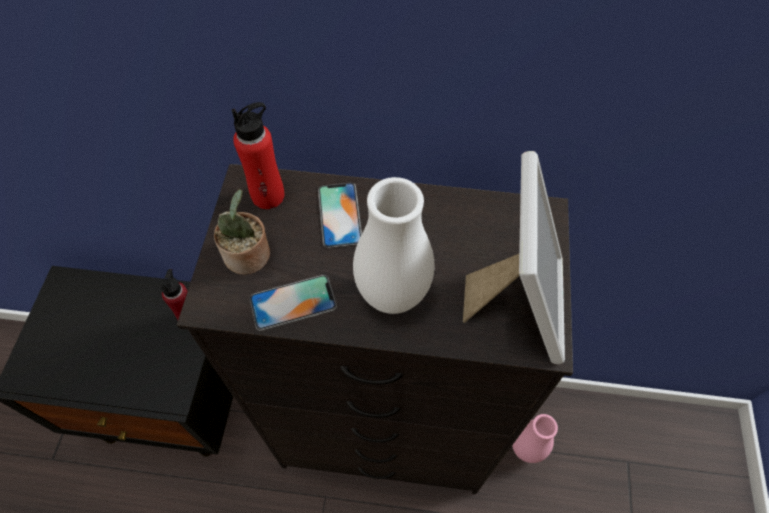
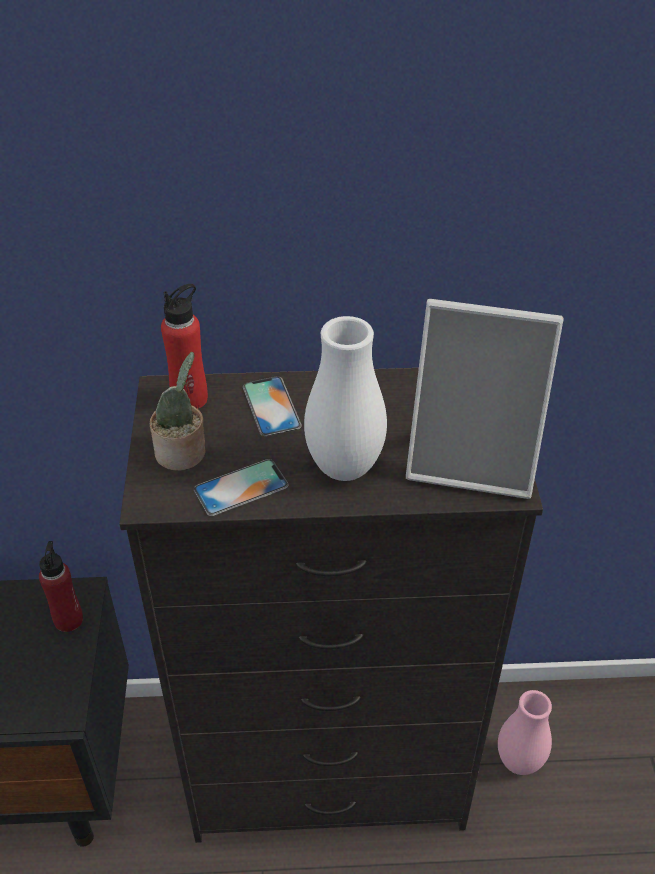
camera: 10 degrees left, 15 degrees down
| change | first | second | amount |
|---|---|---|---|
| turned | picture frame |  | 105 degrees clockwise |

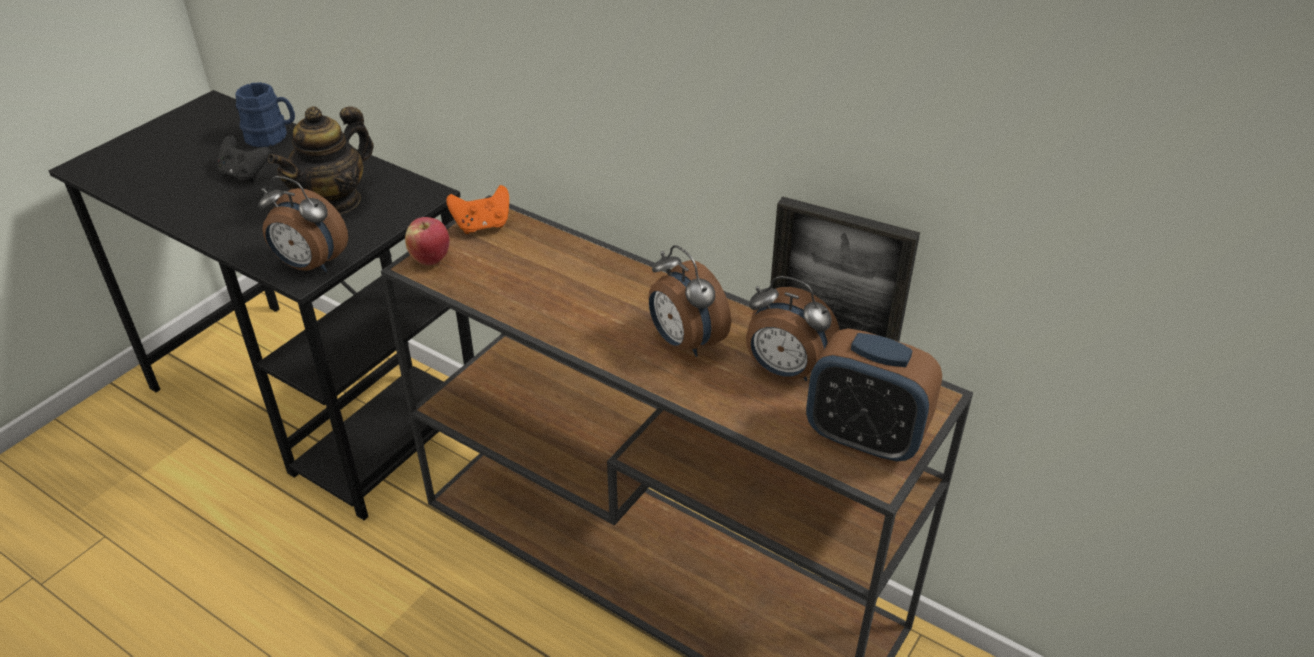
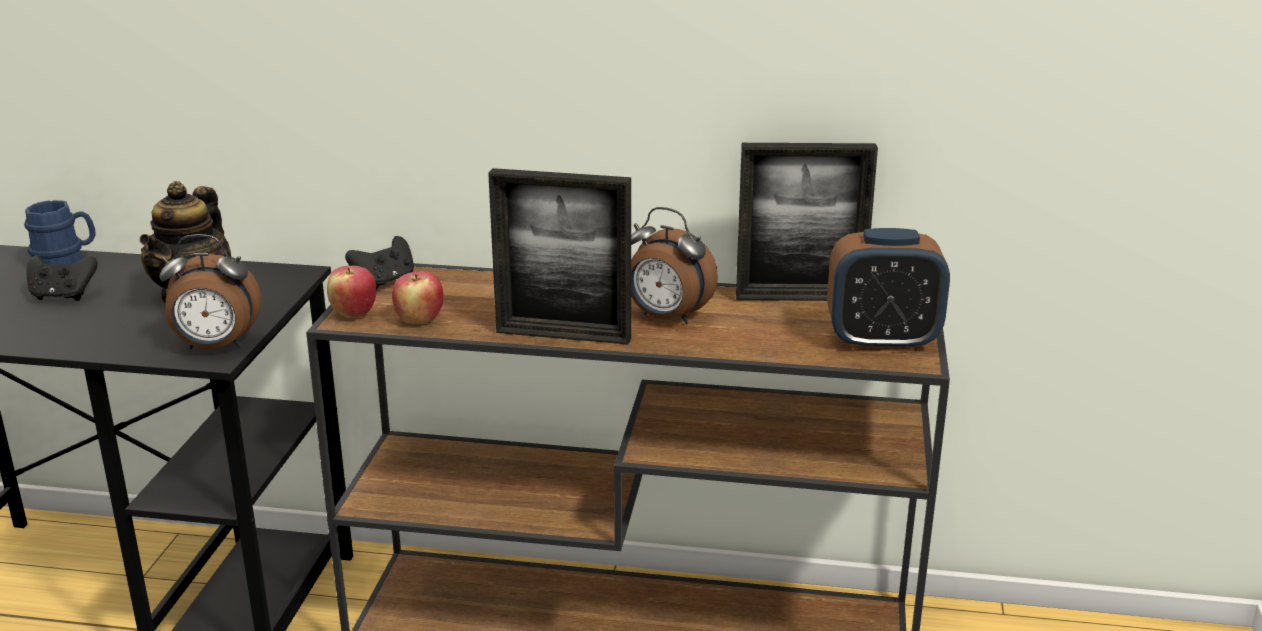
camera: 25 degrees left, 15 degrees down
| change | first | second | amount |
|---|---|---|---|
| recoloured | game controller (orange) | game controller (black) (2nd from left) |  |
| removed | alarm clock (3rd from left) |  |  |
| added |  | picture frame (1st from left) |  |
| added |  | apple (2nd from left) |  |

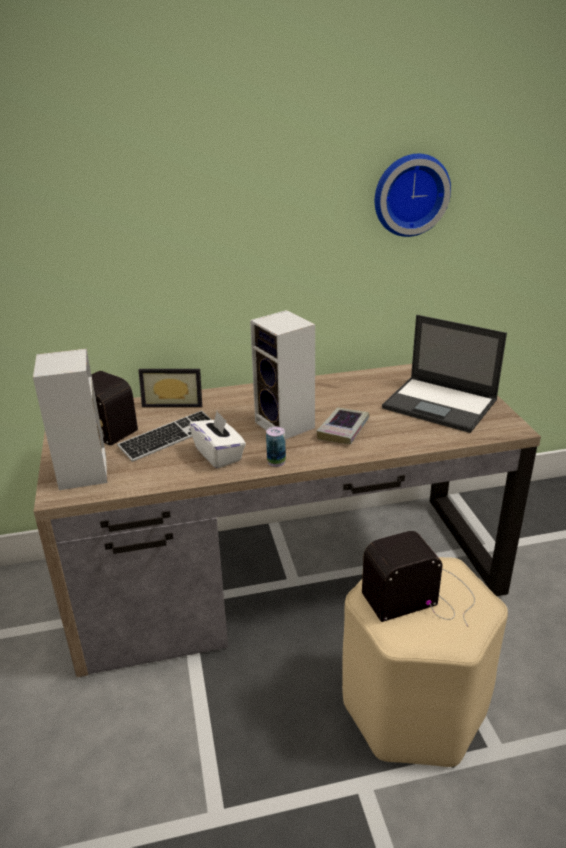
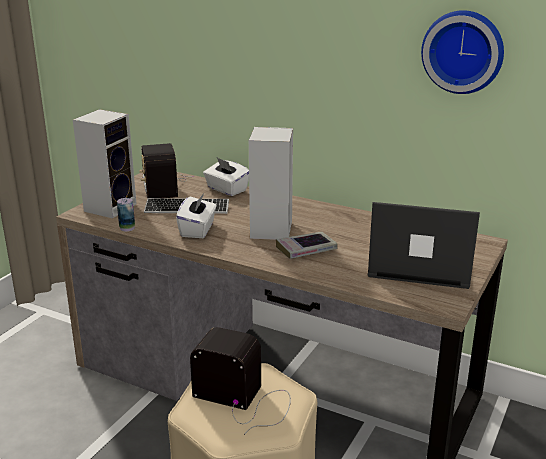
camera: 40 degrees right, 5 degrees down
| change | first | second | amount |
|---|---|---|---|
| turned | laptop |  | 120 degrees clockwise |
| replaced | picture frame | tissue box (white) (2nd from left) |  |
| moved | can |  |  |

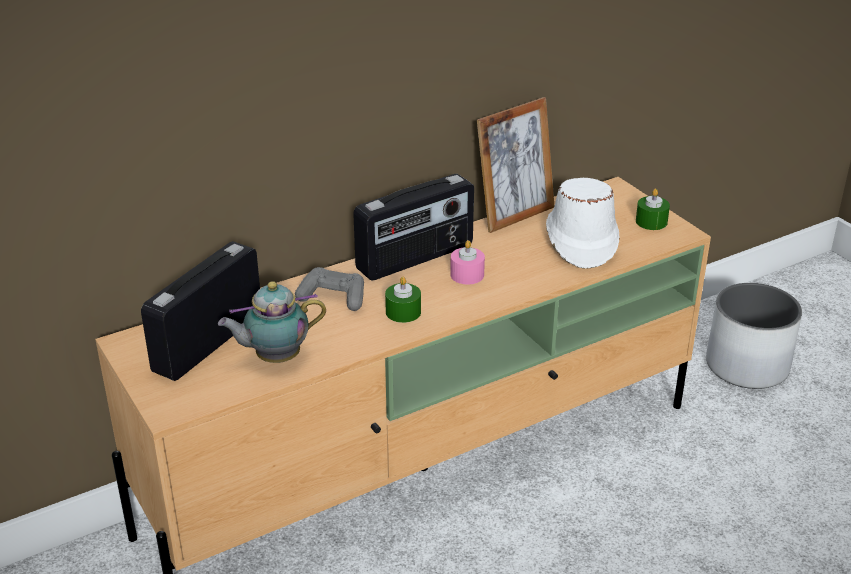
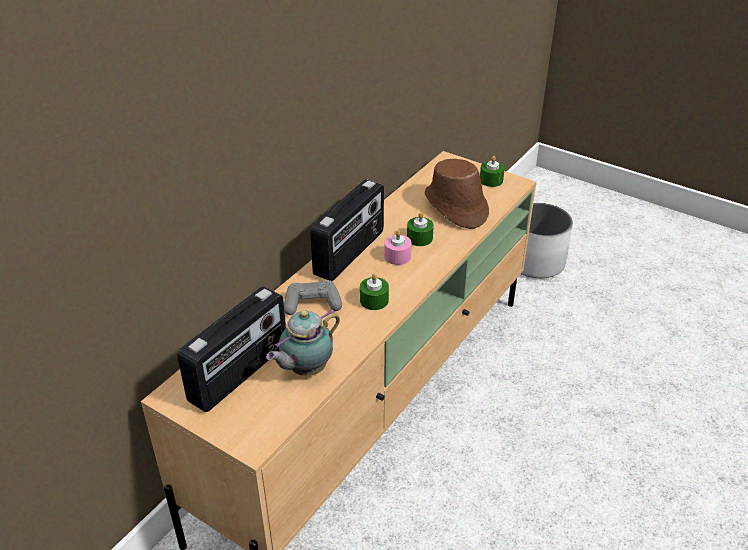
camera: 25 degrees left, 5 degrees up
| change | first | second | amount |
|---|---|---|---|
| removed | picture frame |  |  |
| recoloured | hat (white) | hat (brown) |  |
| turned | radio (1st from left) |  | 150 degrees counterclockwise |
| added |  | candle (green) (2nd from left) |  |

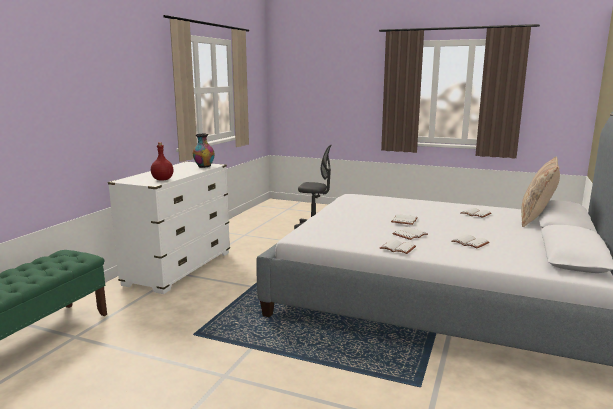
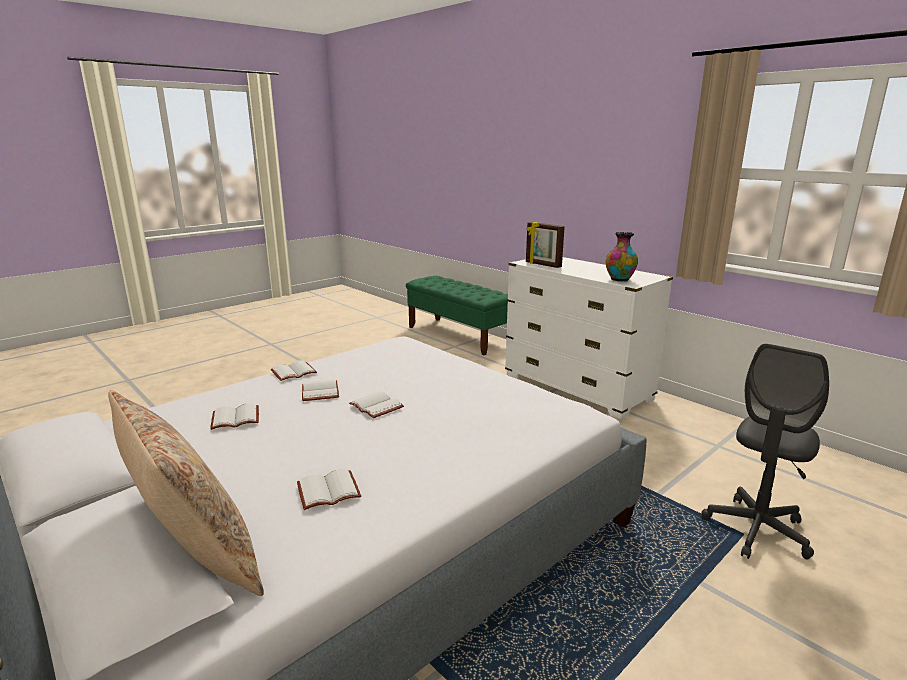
camera: 115 degrees right, 5 degrees up
| change | first | second | amount |
|---|---|---|---|
| replaced | bottle (red) | picture frame |  |

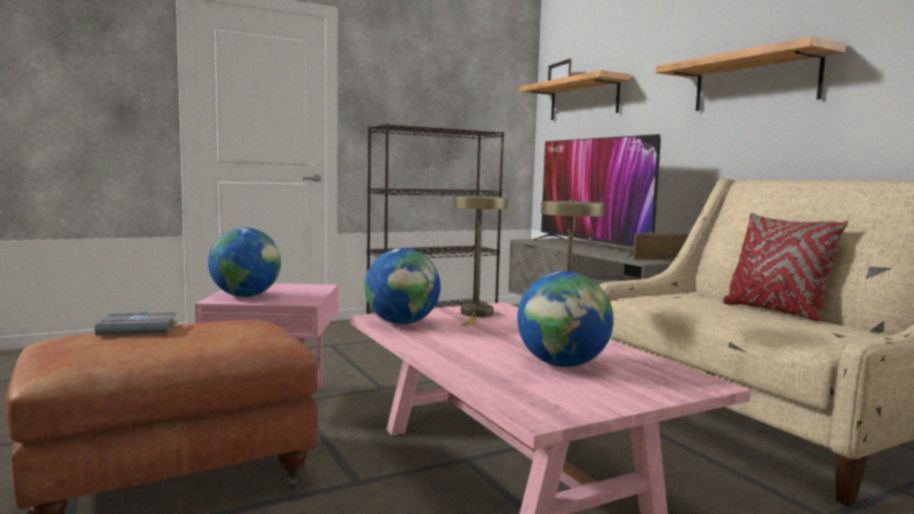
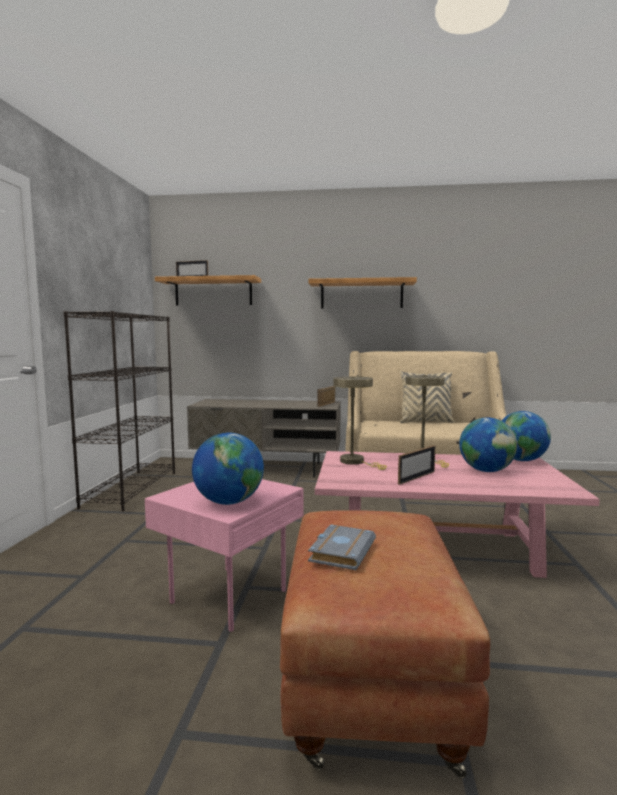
camera: 55 degrees left, 0 degrees up
| change | first | second | amount |
|---|---|---|---|
| removed | television |  |  |
| recoloured | pillow (red) | pillow (beige) |  |
| moved | globe (2nd from left in the first image) | globe (3rd from left) |  |
| added |  | picture frame (3rd from left) |  |

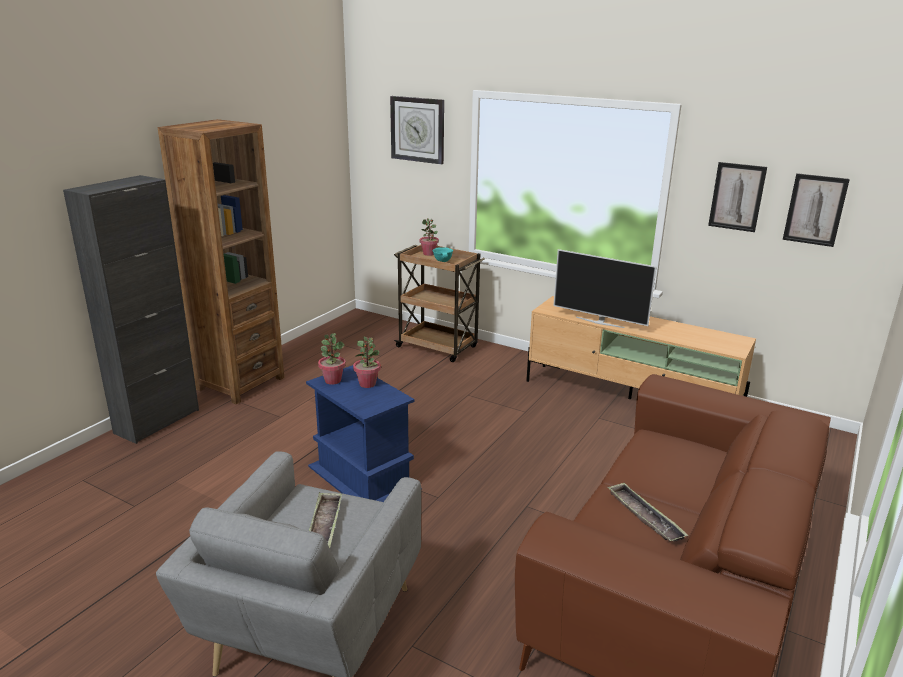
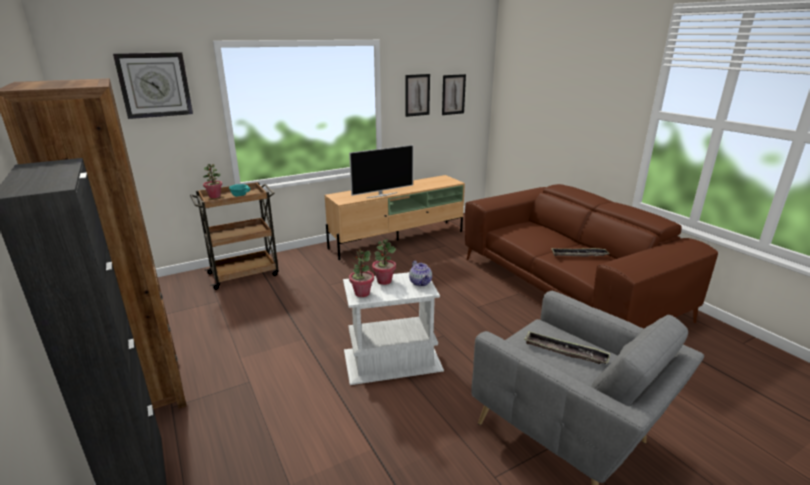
camera: 60 degrees left, 0 degrees up
| change | first | second | amount |
|---|---|---|---|
| recoloured | side table (blue) | side table (white) |  |
| added |  | teapot |  |

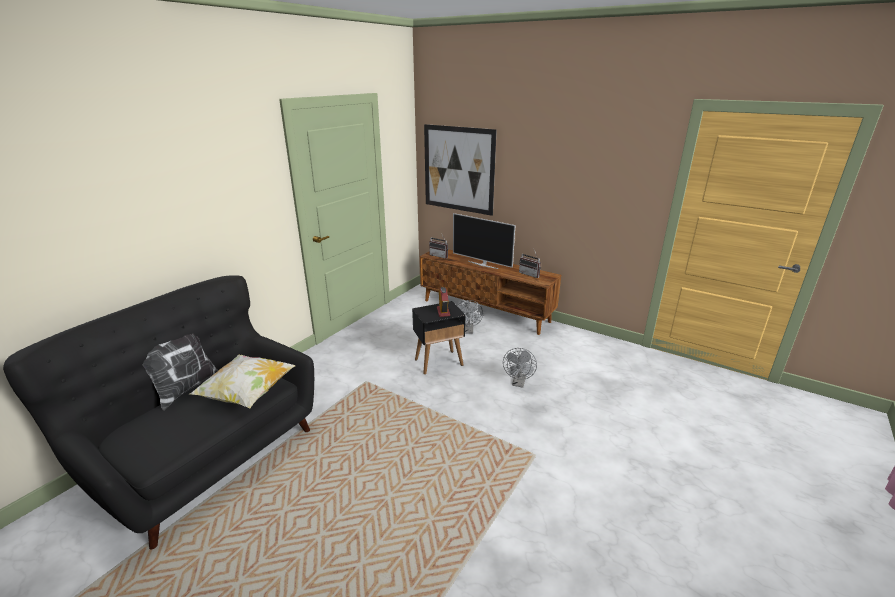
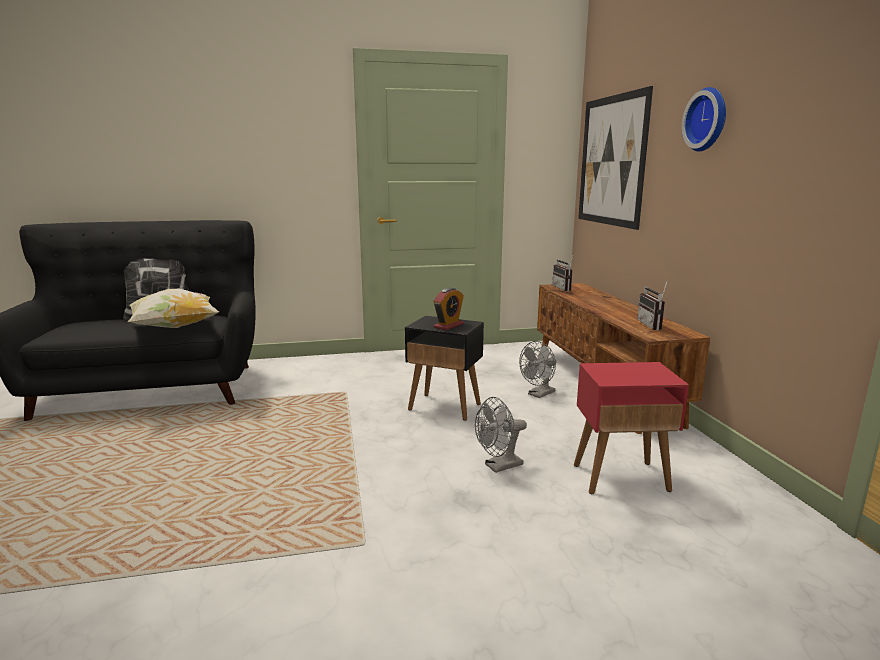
camera: 45 degrees right, 10 degrees down
| change | first | second | amount |
|---|---|---|---|
| removed | television |  |  |
| added |  | wall clock |  |
| added |  | side table (red) |  |

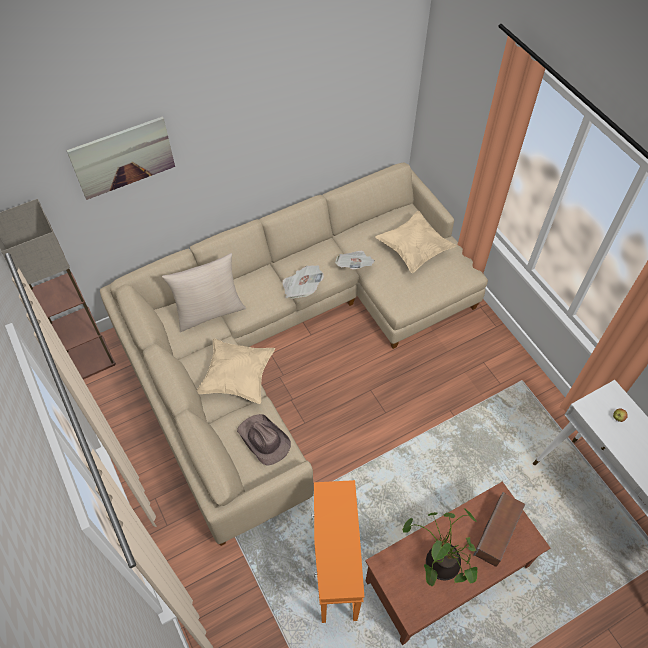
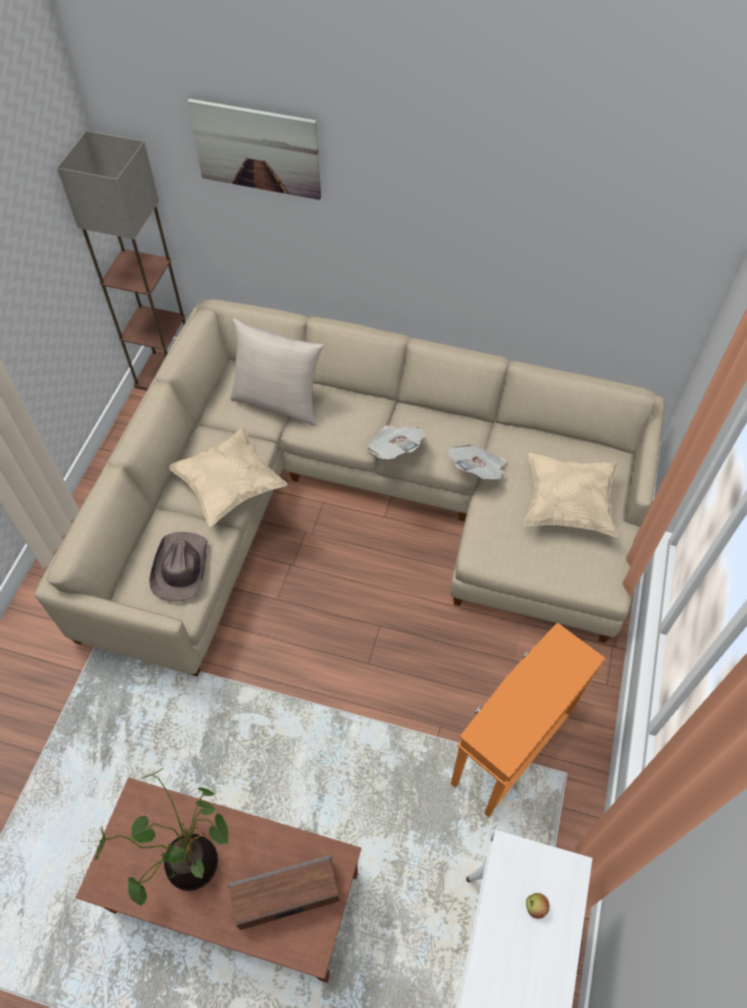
camera: 45 degrees right, 0 degrees up
| change | first | second | amount |
|---|---|---|---|
| moved | side table (orange) |  |  |

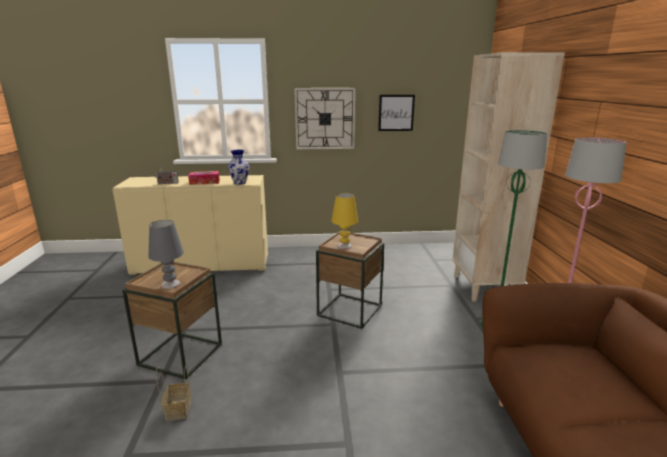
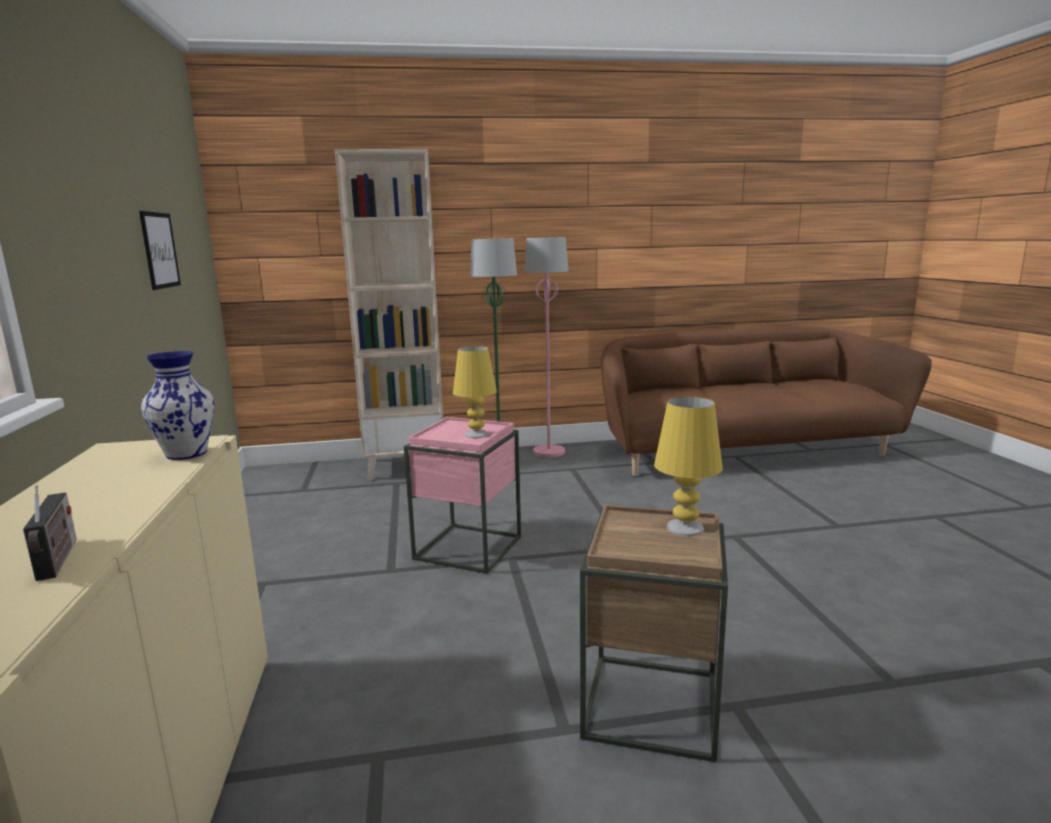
camera: 95 degrees left, 5 degrees down
| change | first | second | amount |
|---|---|---|---|
| removed | wall clock |  |  |
| removed | tissue box |  |  |
| recoloured | table lamp (grey) | table lamp (yellow) (2nd from left) |  |
| recoloured | side table (brown) (2nd from left) | side table (pink) |  |
| removed | basket |  |  |

